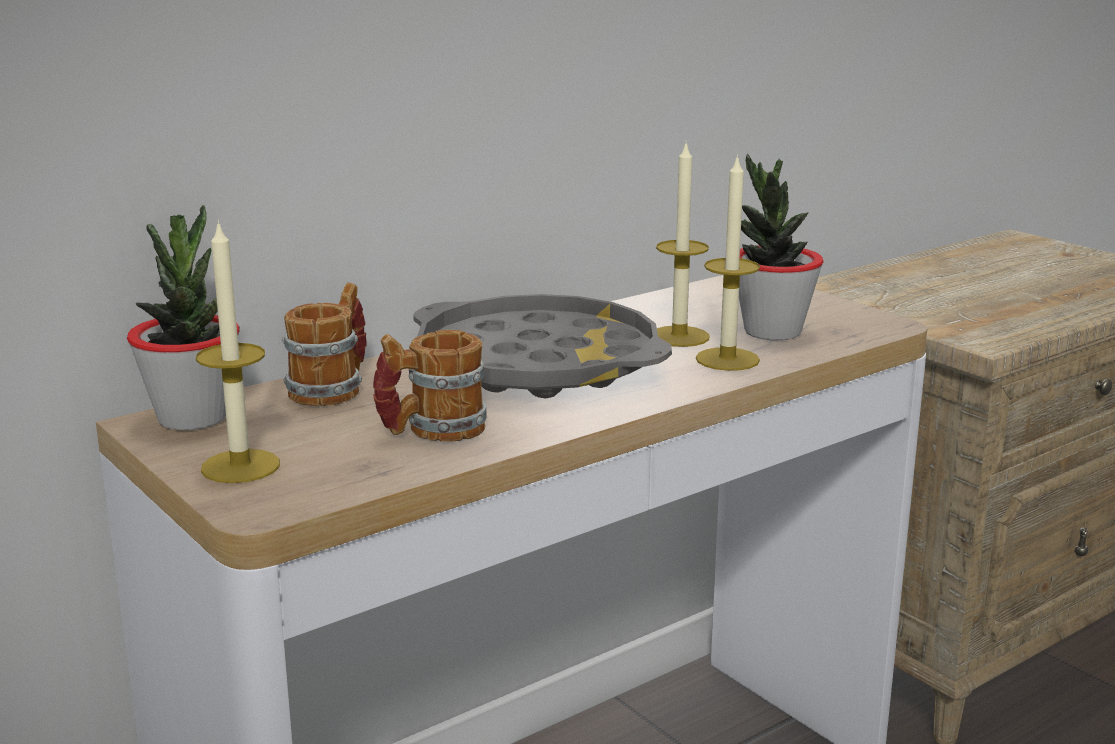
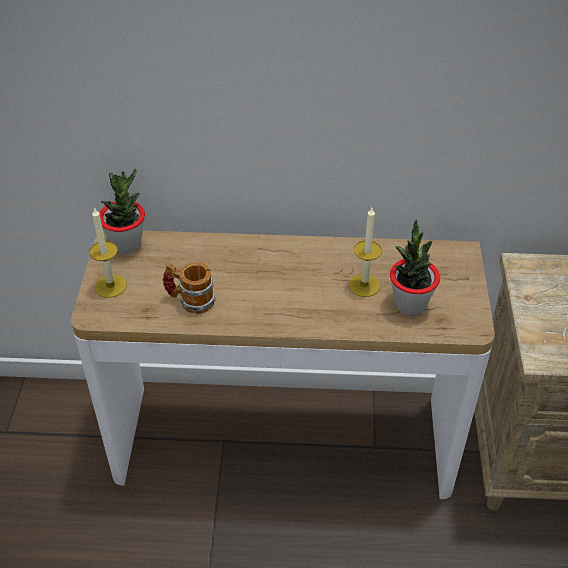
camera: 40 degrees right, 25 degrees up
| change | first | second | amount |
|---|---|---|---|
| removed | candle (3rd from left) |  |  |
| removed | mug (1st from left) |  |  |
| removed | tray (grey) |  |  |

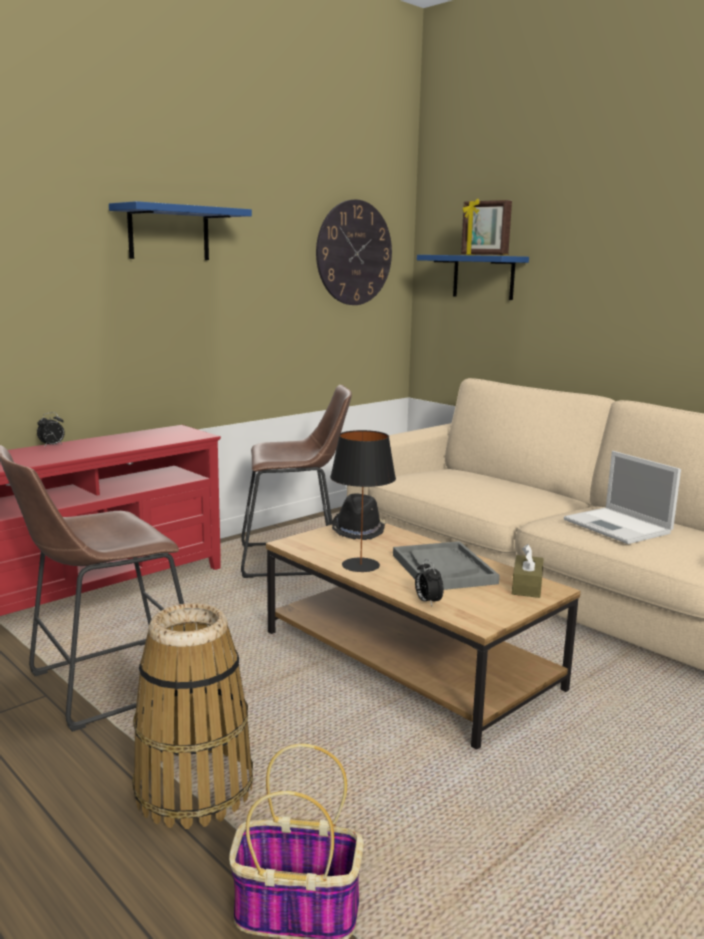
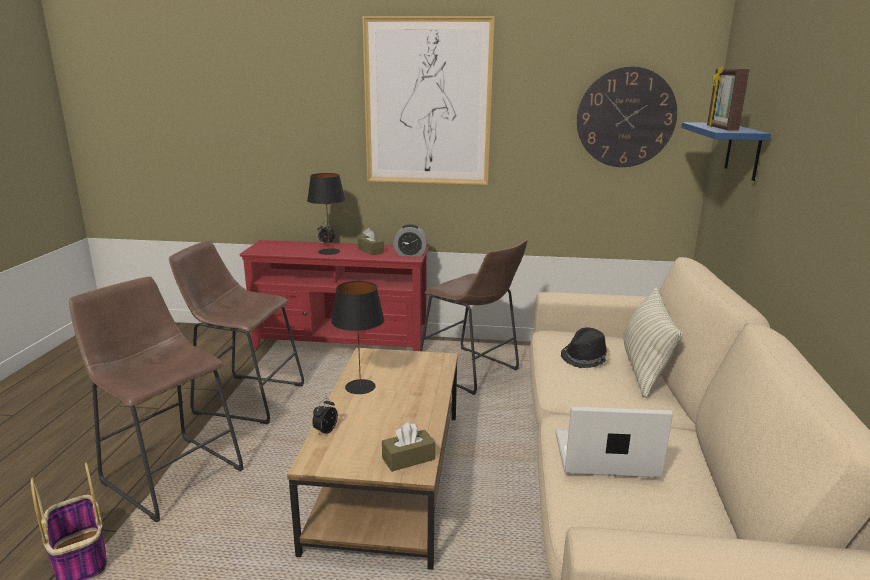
camera: 50 degrees right, 5 degrees up
| change | first | second | amount |
|---|---|---|---|
| replaced | shelf (blue) (1st from left) | picture |  |
| turned | laptop |  | 75 degrees clockwise |
| moved | hat (black) |  |  |
| removed | tray (grey) |  |  |
| replaced | basket (1st from left) | stool (brown) (1st from left) |  |
| added |  | table lamp (black) (1st from left) |  |
| added |  | alarm clock (3rd from left) |  |
| added |  | tissue box (brown) (1st from left) |  |
| added |  | pillow |  |

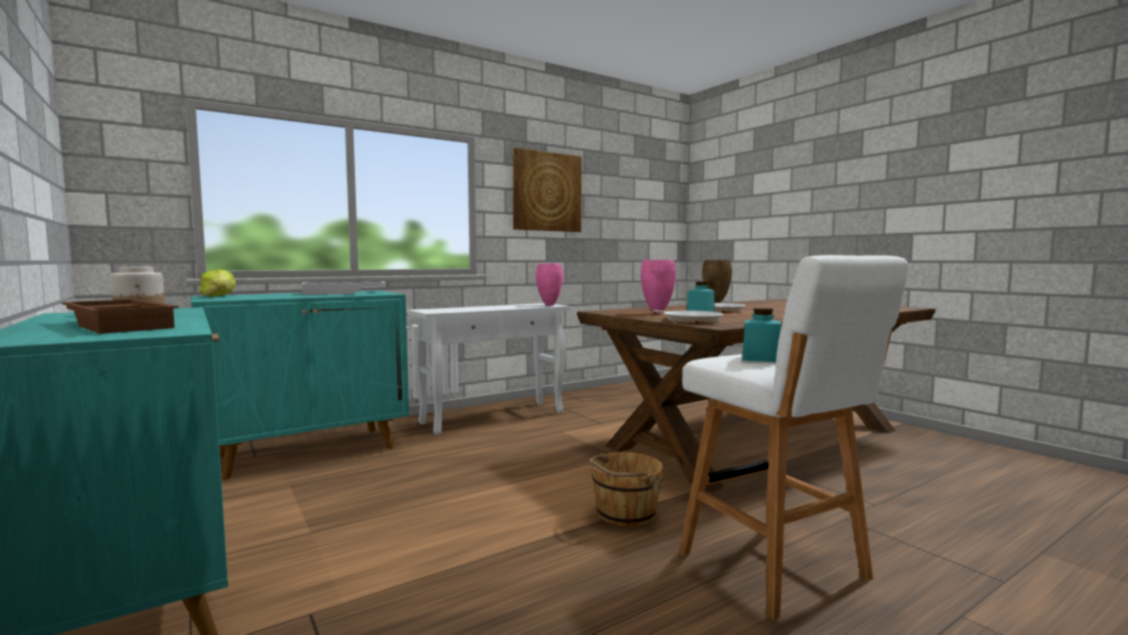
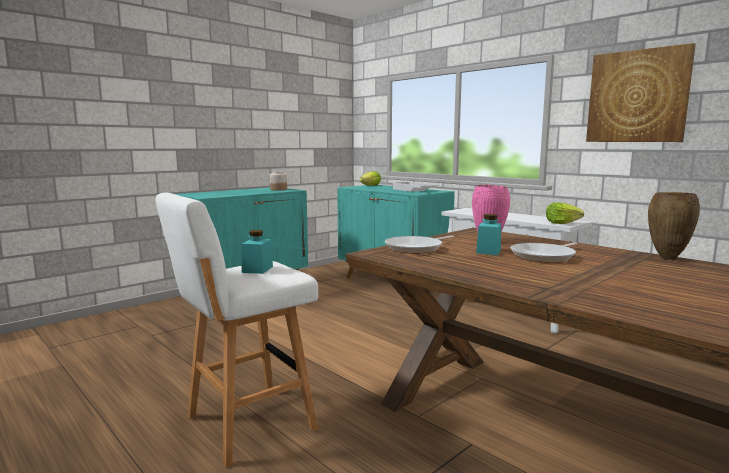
camera: 80 degrees right, 5 degrees up
| change | first | second | amount |
|---|---|---|---|
| replaced | vase (pink) (1st from left) | lettuce (2nd from left) |  |
| removed | tray (brown) |  |  |
| removed | bucket (brown) |  |  |

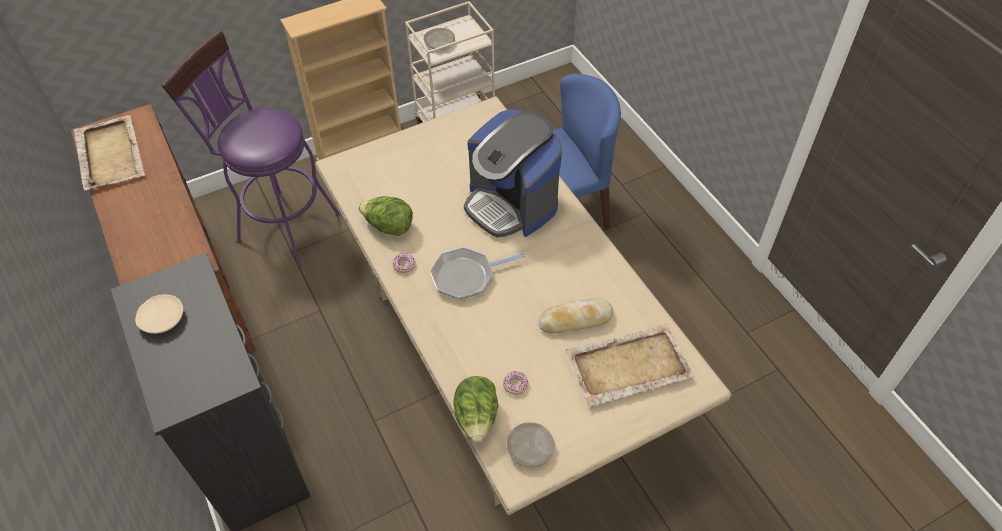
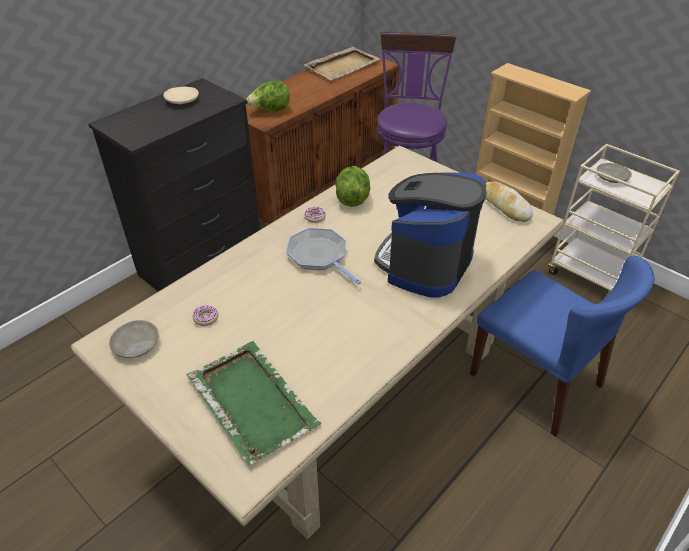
camera: 70 degrees right, 10 degrees down
| change | first | second | amount |
|---|---|---|---|
| moved | bread |  |  |
| recoloured | tray (beige) (2nd from left) | tray (green) |  |
| moved | lettuce (2nd from left in the first image) | lettuce (1st from left) |  |

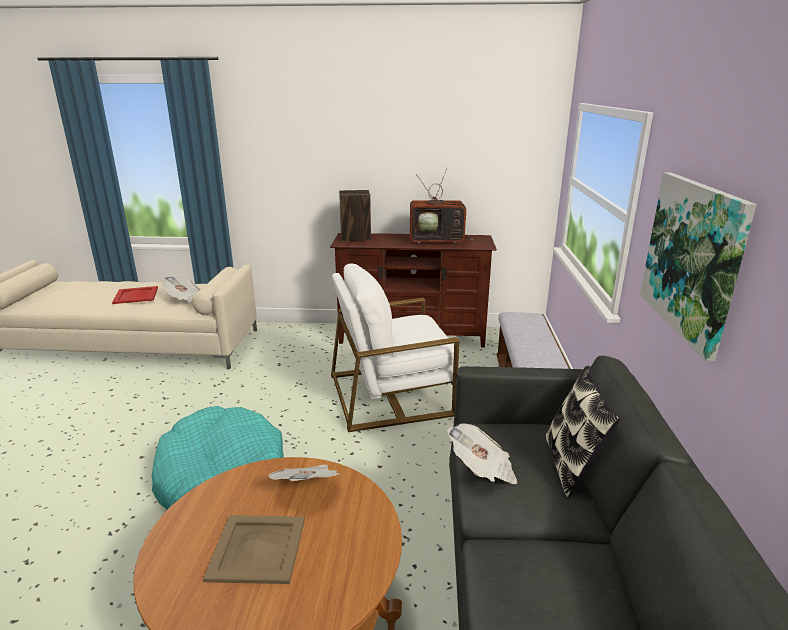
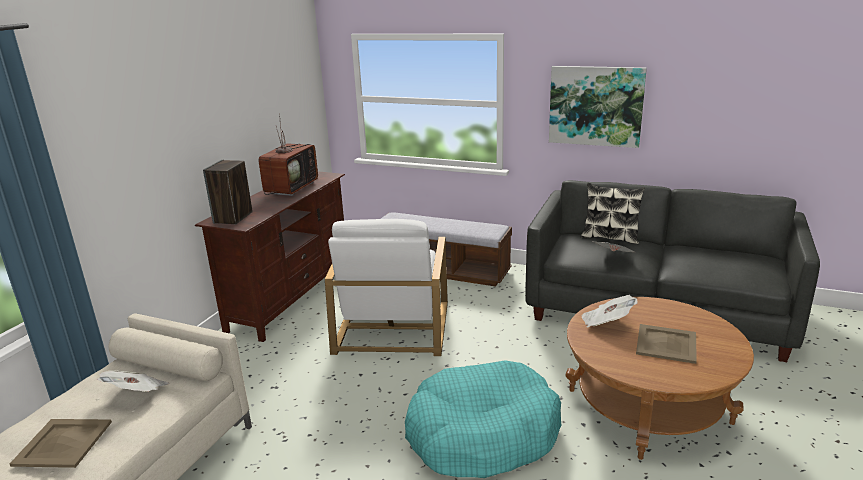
camera: 70 degrees left, 0 degrees up
| change | first | second | amount |
|---|---|---|---|
| recoloured | tray (red) | tray (beige) (1st from left) |  |

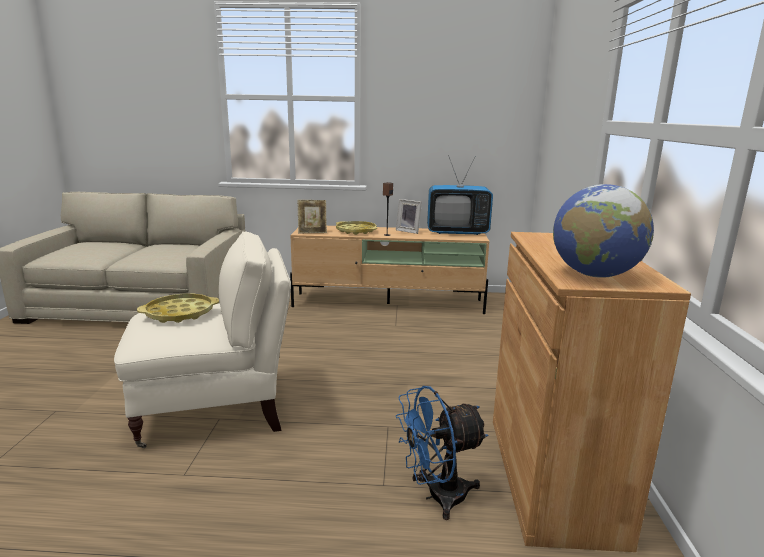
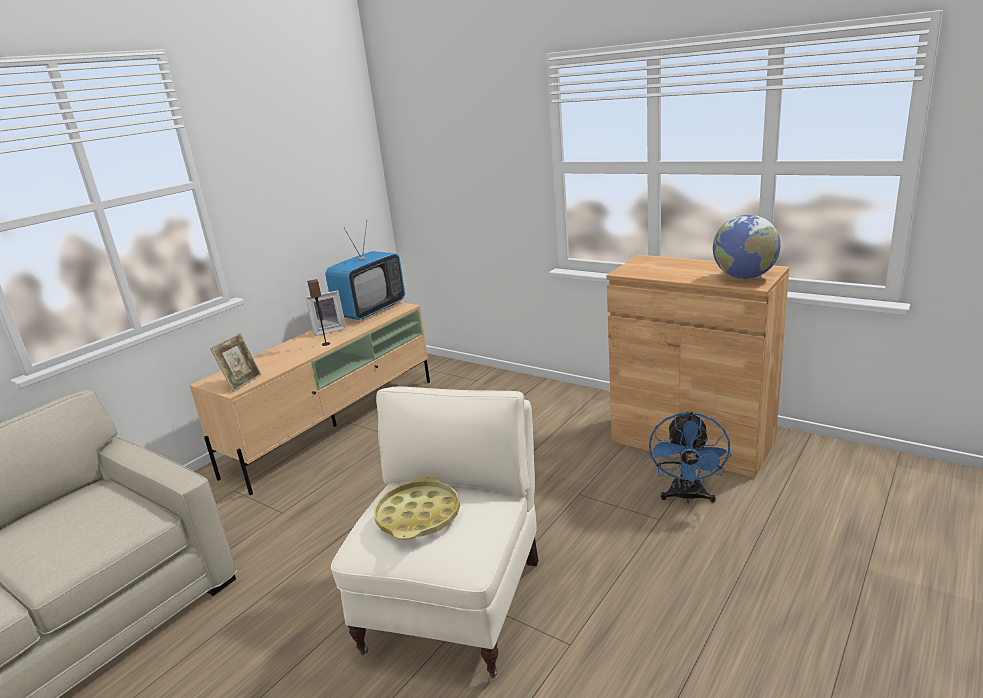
camera: 55 degrees left, 5 degrees up
| change | first | second | amount |
|---|---|---|---|
| removed | tray (yellow) (2nd from left) |  |  |

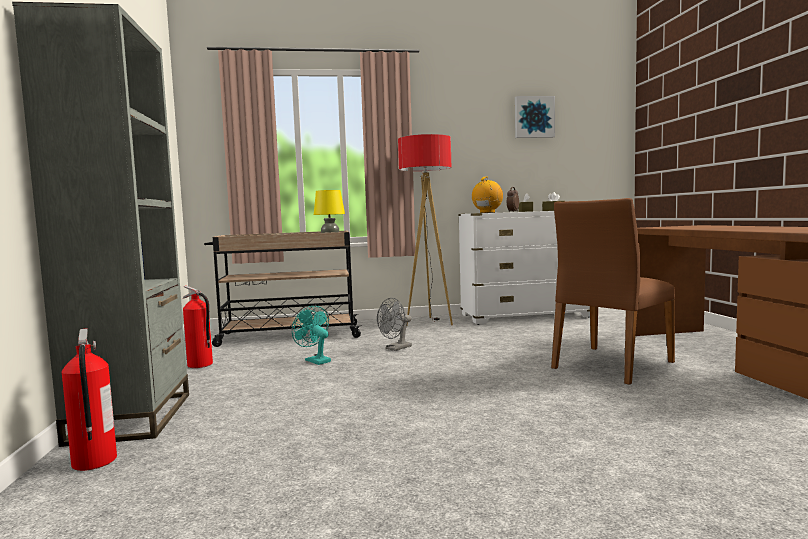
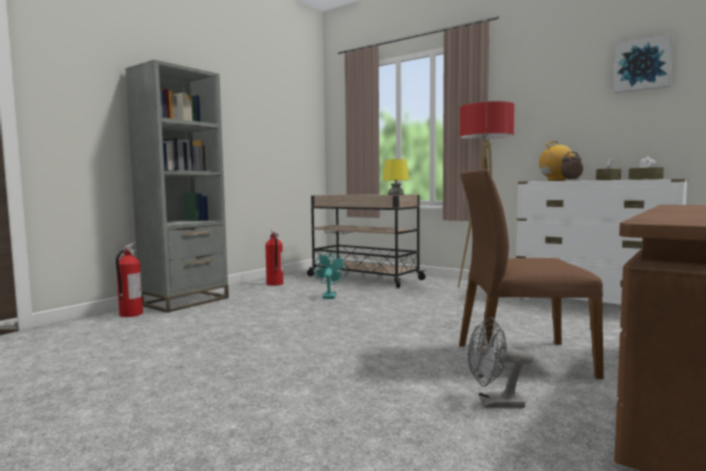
camera: 45 degrees right, 0 degrees up
| change | first | second | amount |
|---|---|---|---|
| moved | fan (grey) |  |  |

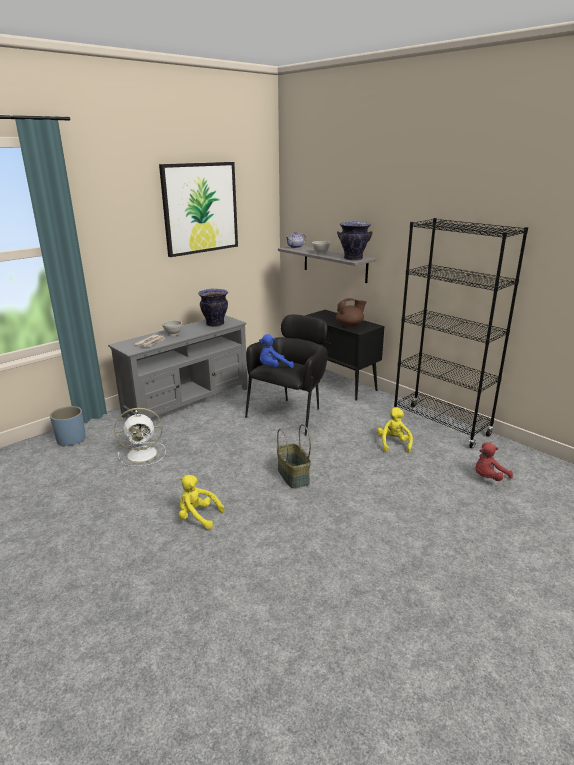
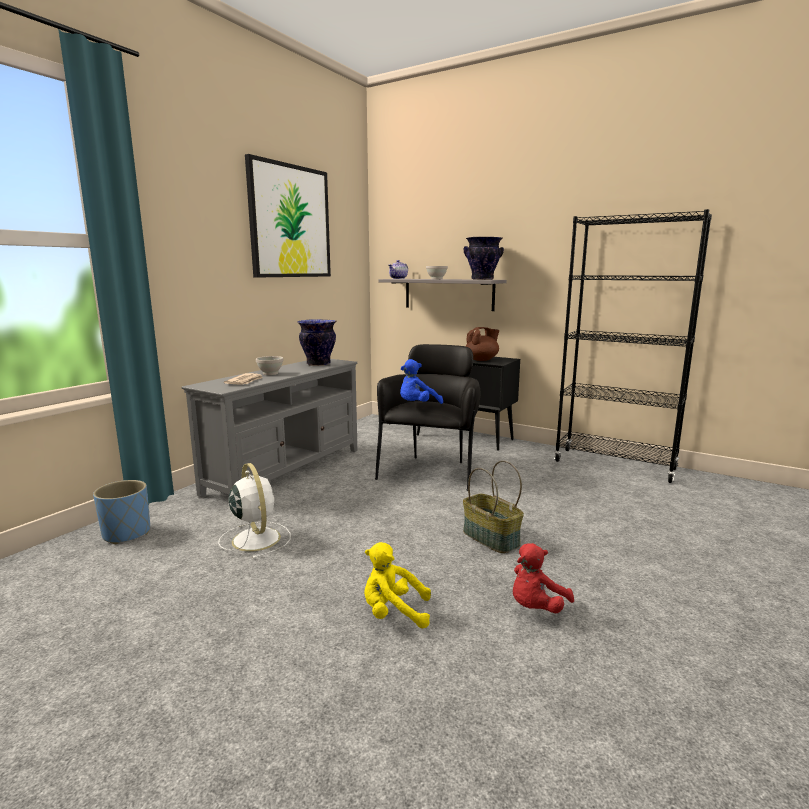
camera: 15 degrees left, 10 degrees down
| change | first | second | amount |
|---|---|---|---|
| removed | plush toy (yellow) (2nd from left) |  |  |
| turned | fan (white) |  | 90 degrees counterclockwise |
| moved | plush toy (red) |  |  |

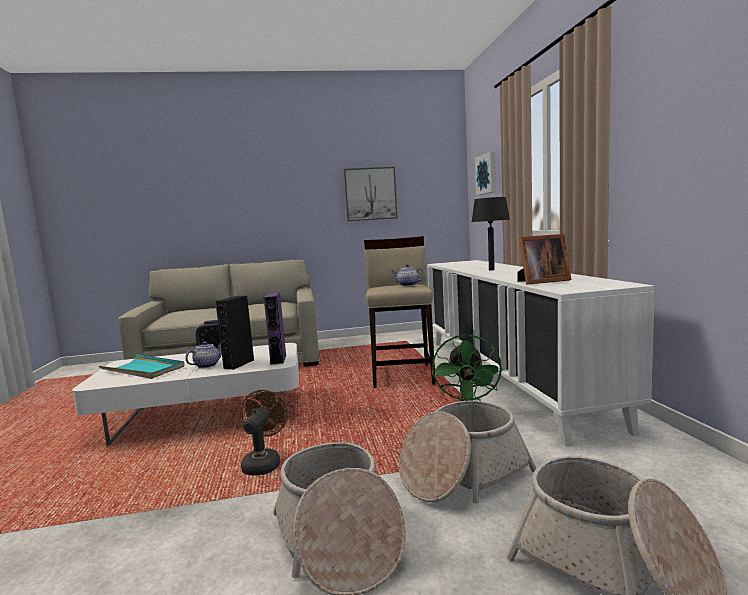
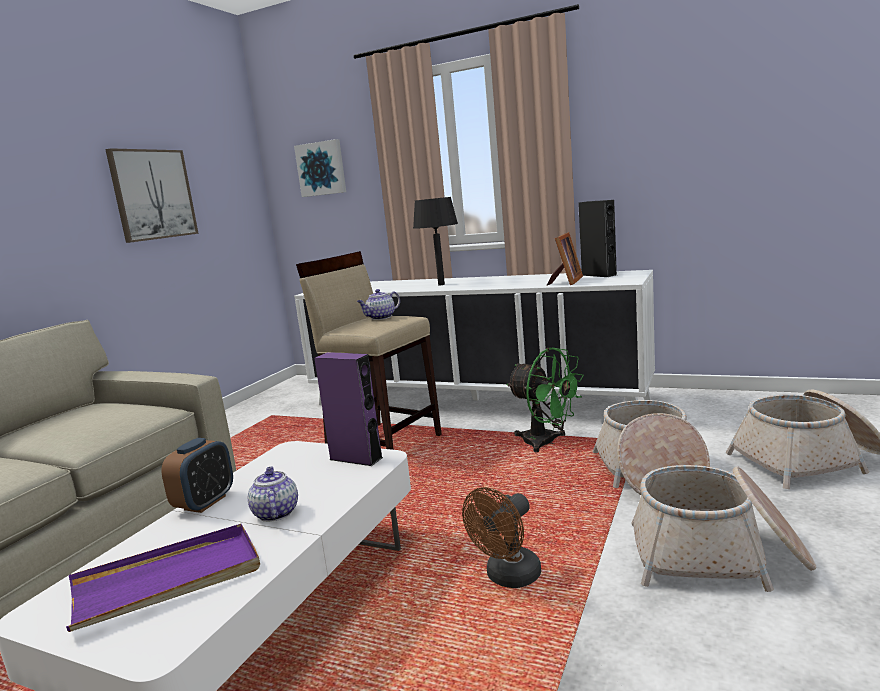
camera: 55 degrees left, 5 degrees up
| change | first | second | amount |
|---|---|---|---|
| moved | speaker (black) |  |  |
| recoloured | tray (turquoise) | tray (purple) |  |
| turned | fan (brown) |  | 90 degrees counterclockwise |

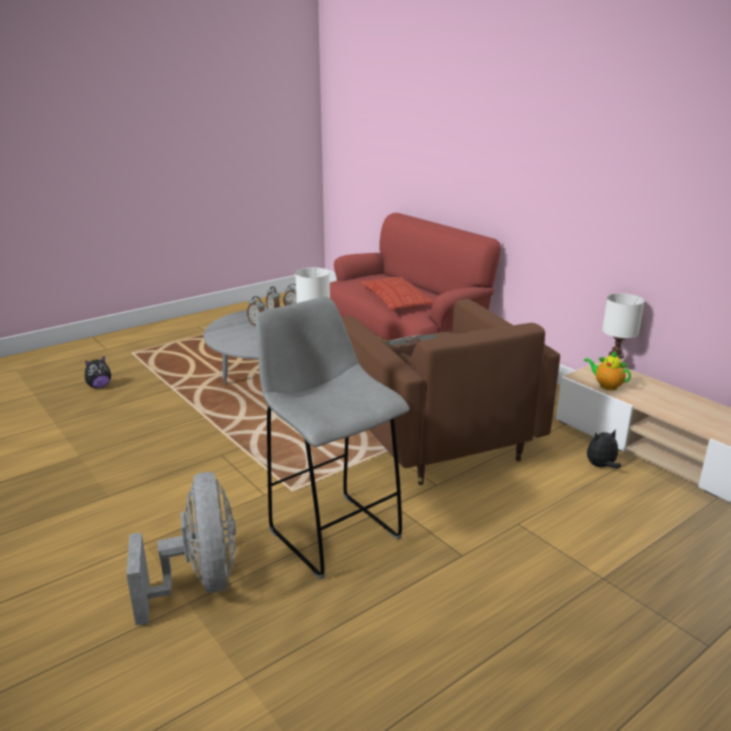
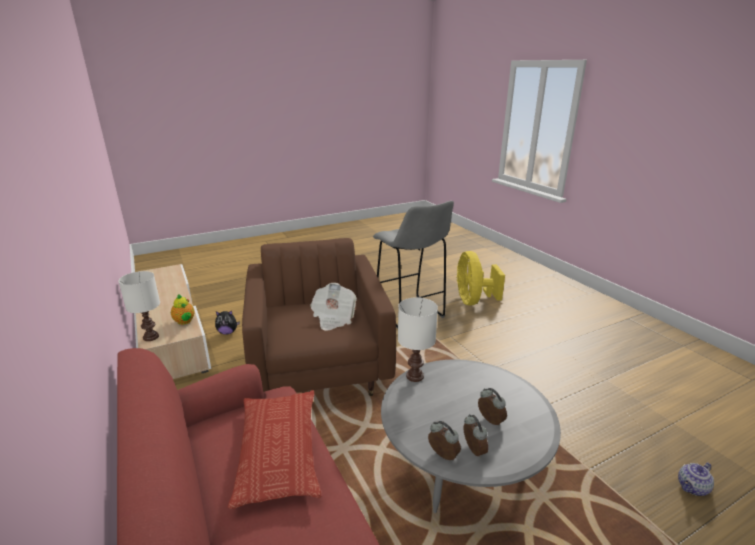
camera: 170 degrees left, 0 degrees up
| change | first | second | amount |
|---|---|---|---|
| replaced | plush toy (1st from left) | teapot (2nd from left) |  |
| recoloured | fan (grey) | fan (yellow) |  |

